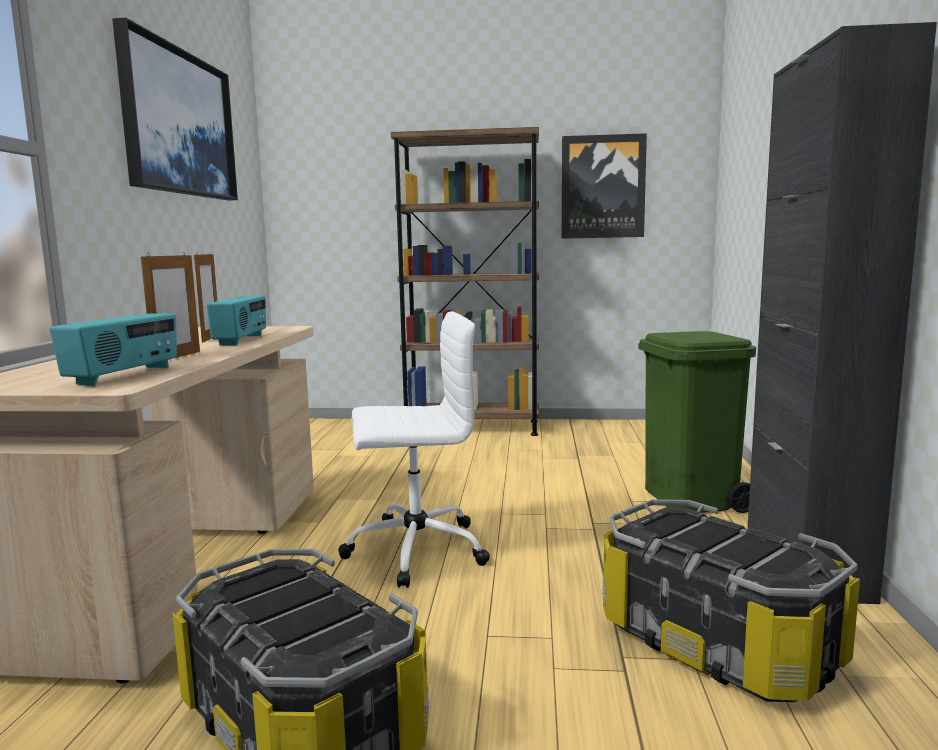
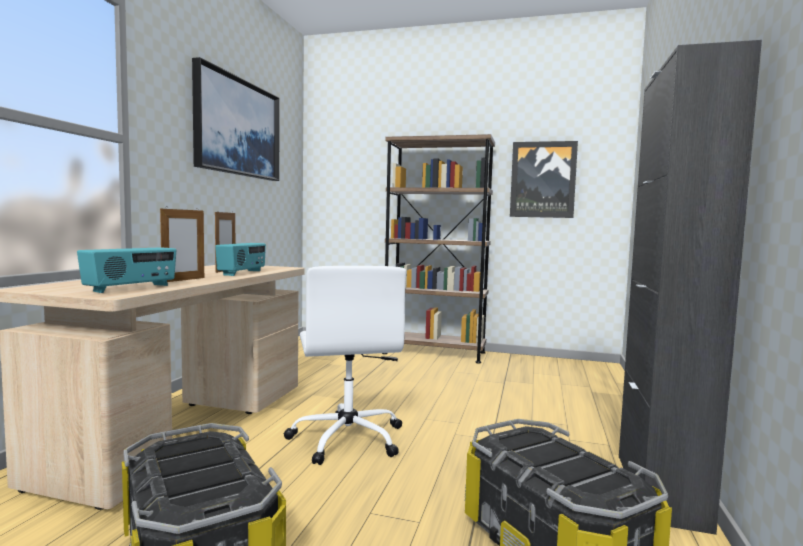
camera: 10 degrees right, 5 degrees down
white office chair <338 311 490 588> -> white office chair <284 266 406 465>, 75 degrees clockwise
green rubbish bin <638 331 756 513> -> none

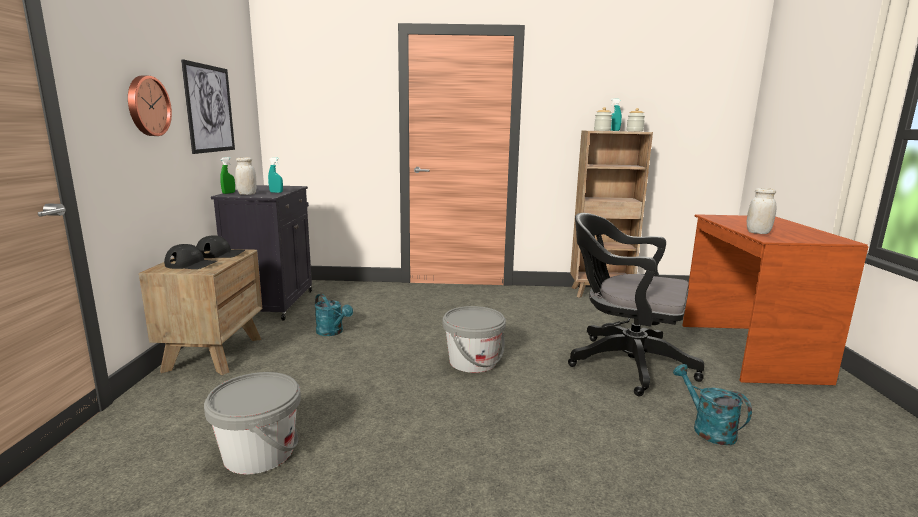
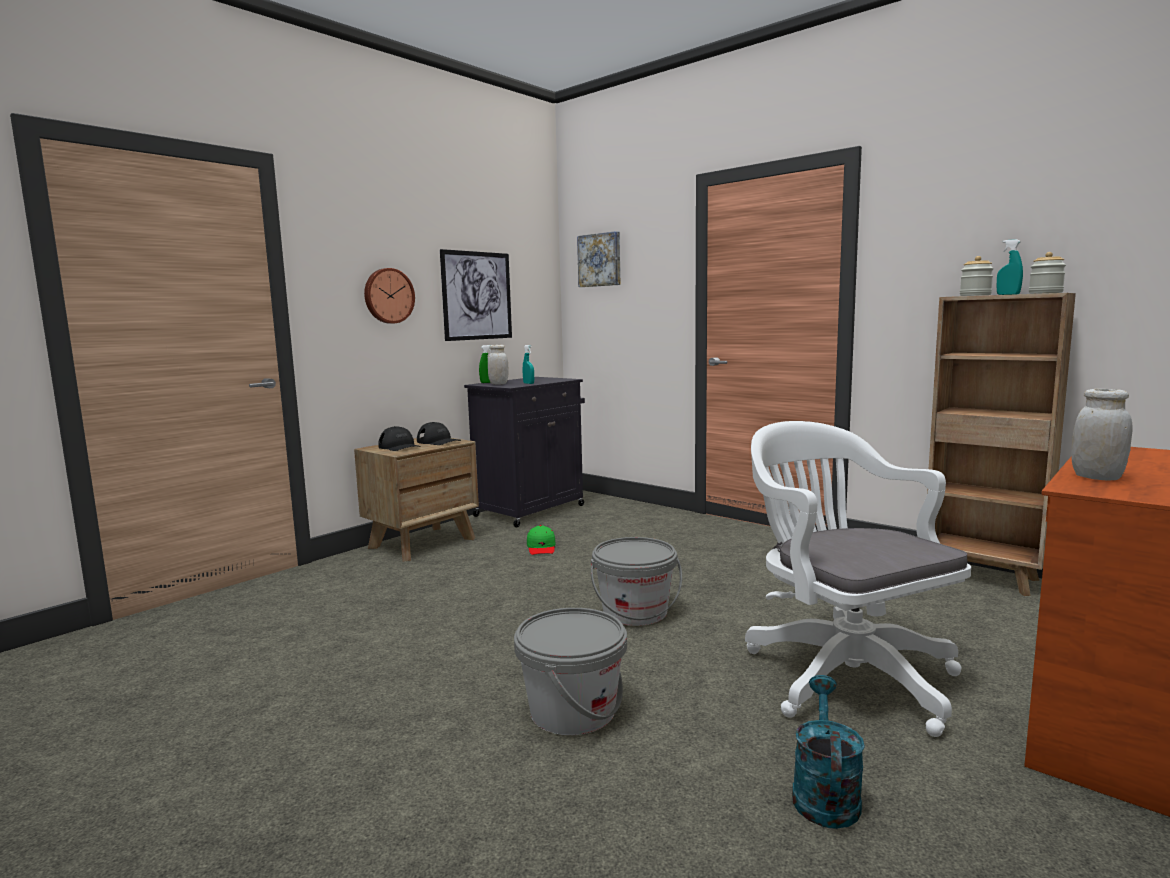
camera: 40 degrees right, 5 degrees down
grey bucket <204 372 301 474> -> grey bucket <514 608 627 735>, relocated
blue-green sprinkling can <315 294 353 336> -> green baseball cap <527 525 556 555>
black office chair <568 213 704 396> -> white office chair <745 421 971 737>
none -> wall art <577 231 620 287>

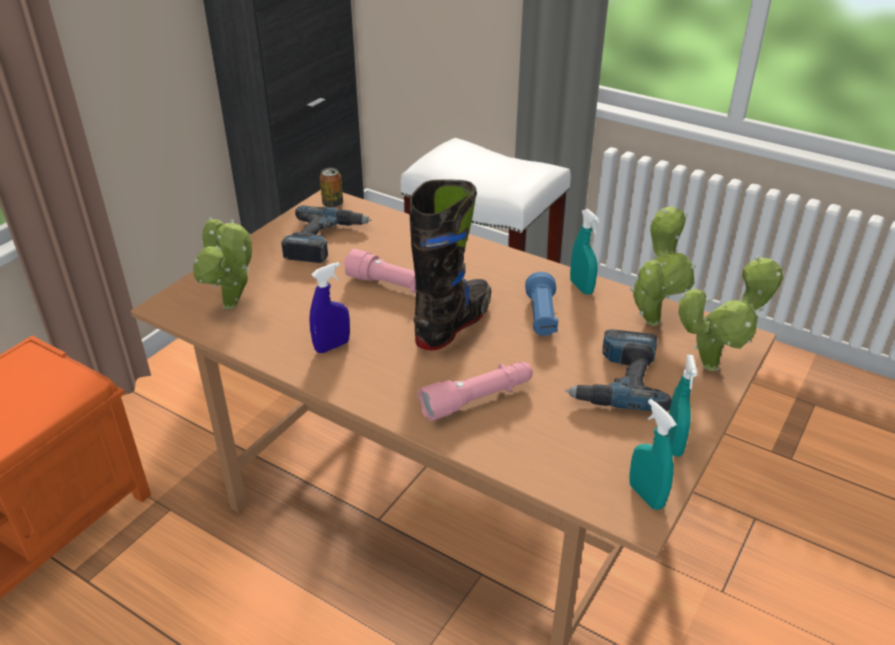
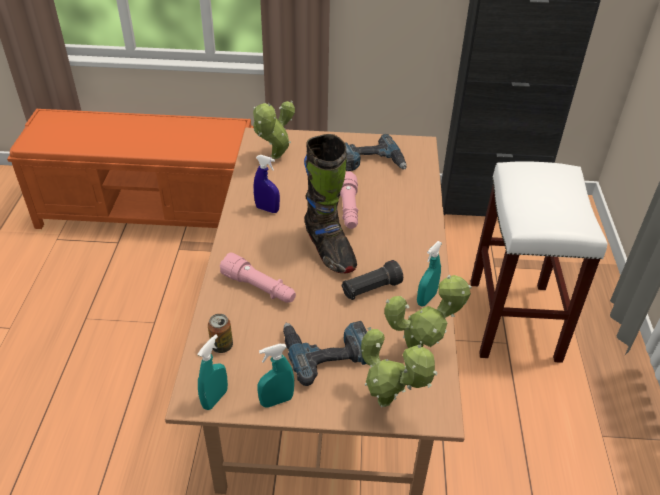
camera: 60 degrees right, 5 degrees up
sealed can <320 168 343 208> -> sealed can <208 314 233 353>, relocated
black high-top boot <409 179 491 350> -> black high-top boot <304 134 357 273>, 60 degrees clockwise
blue-coloured torch <525 272 559 336> -> black torch <341 260 403 300>

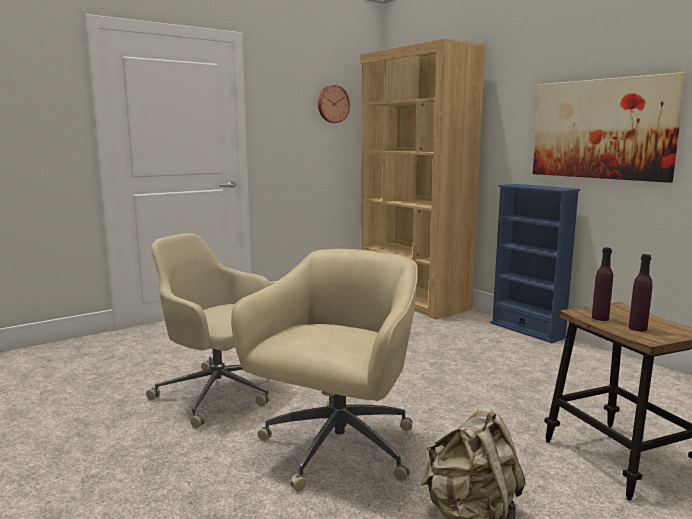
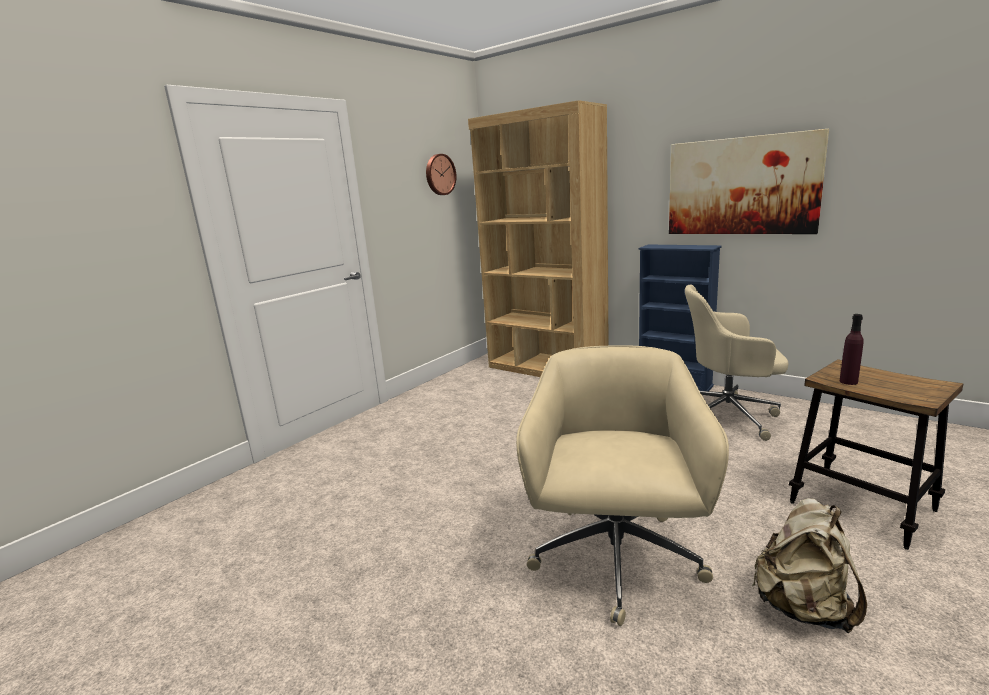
camera: 15 degrees left, 5 degrees up
beige-coloured office chair <146 233 270 428> -> beige-coloured office chair <685 284 788 441>, relocated
purple bottle <629 254 652 332> -> none

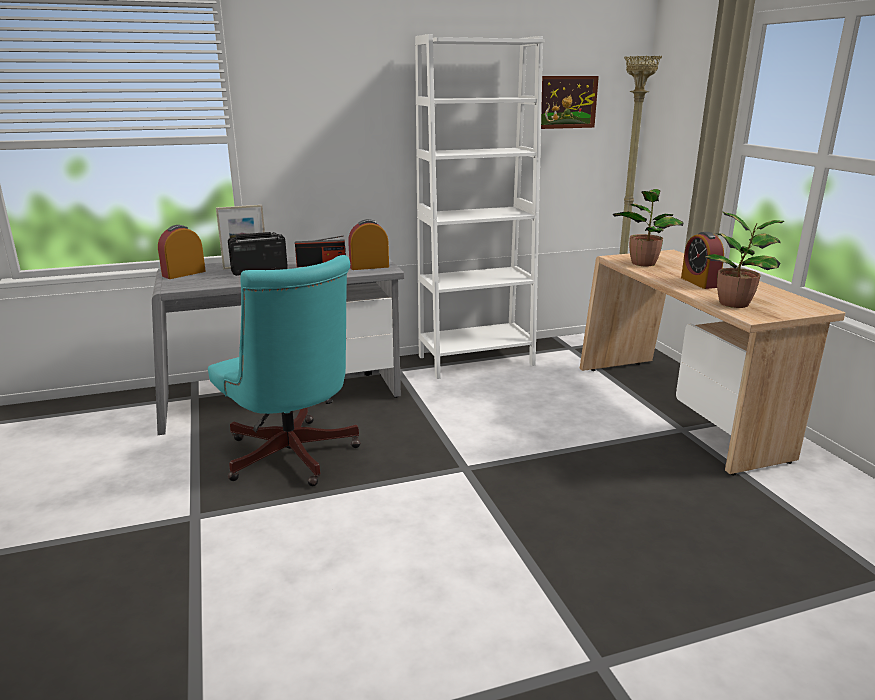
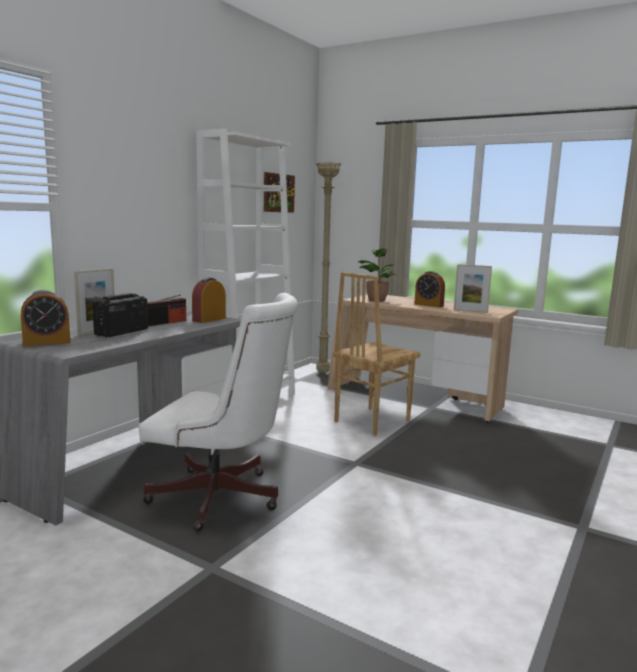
camera: 40 degrees left, 10 degrees down
alarm clock <158 225 206 279> -> alarm clock <21 290 70 346>, 120 degrees counterclockwise
blue-green office chair <208 255 361 487> -> white office chair <139 293 298 531>
houseplant <705 212 784 308> -> standing frame <454 264 492 313>
none -> brown chair <333 272 420 436>

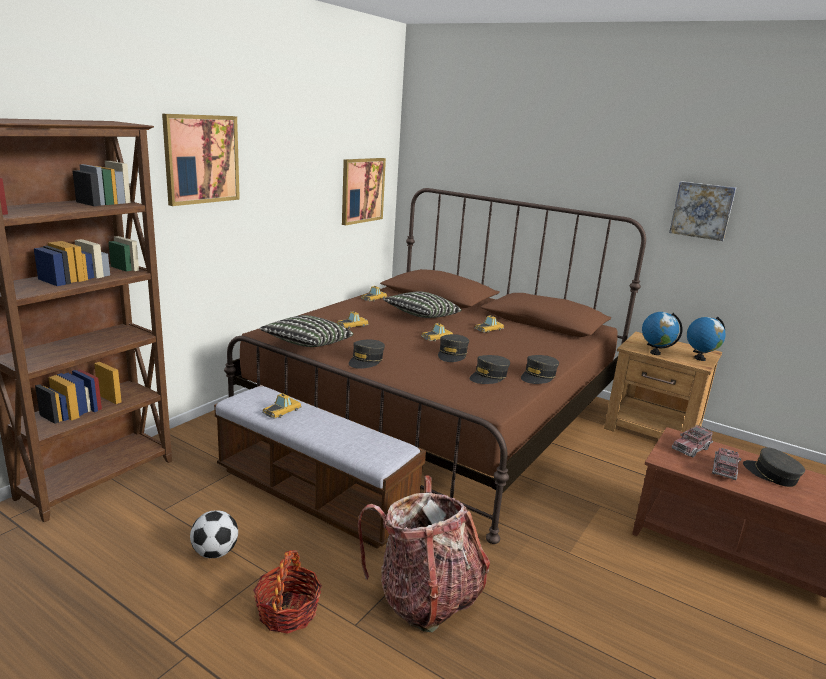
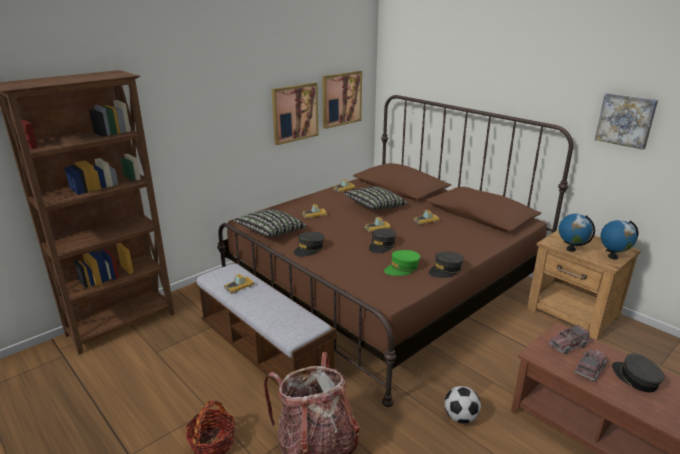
camera: 15 degrees right, 5 degrees up
wall art <162 114 240 206> -> wall art <272 83 319 145>, relocated
ball for football <190 510 238 558> -> ball for football <444 386 481 424>, relocated
grey baseball cap <469 355 510 384> -> green baseball cap <384 250 420 276>

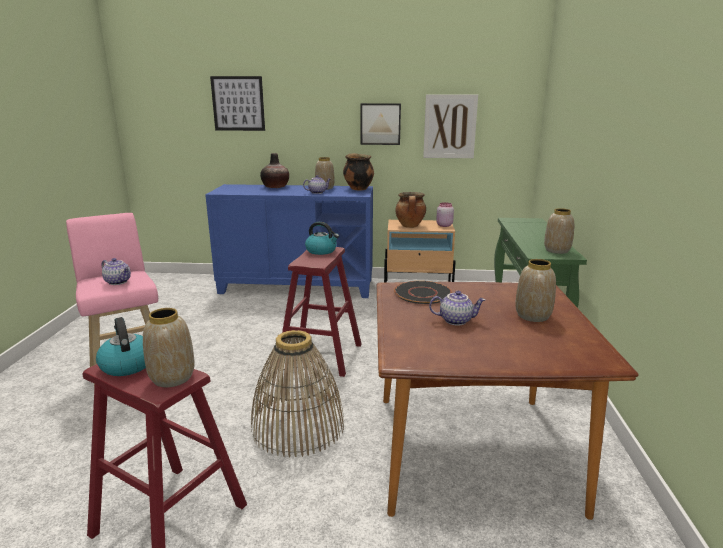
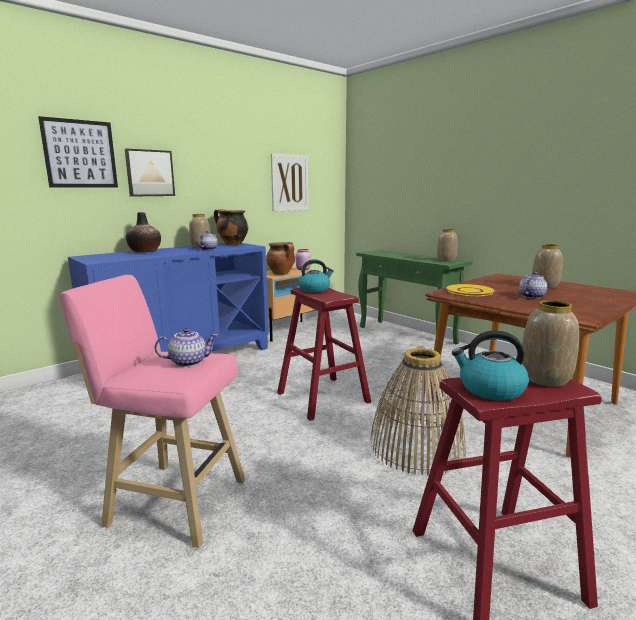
camera: 45 degrees left, 5 degrees down
wall art <361 103 401 145> -> wall art <125 149 175 197>, relocated
black flat dish <394 281 452 304> -> yellow flat dish <445 284 496 296>

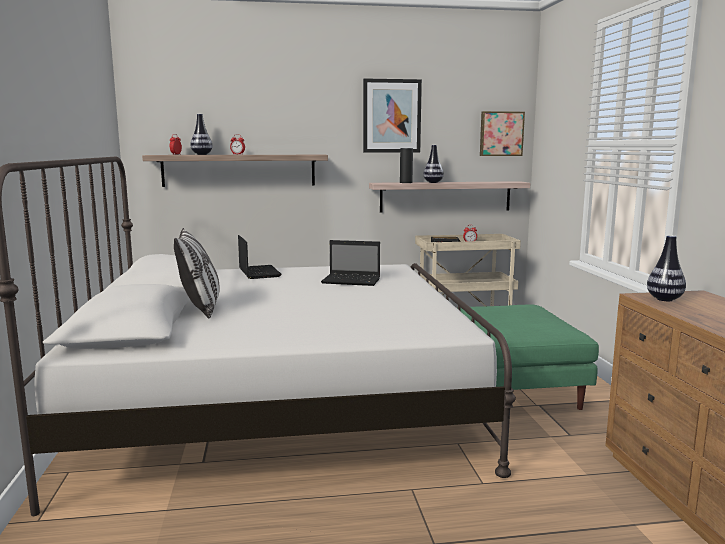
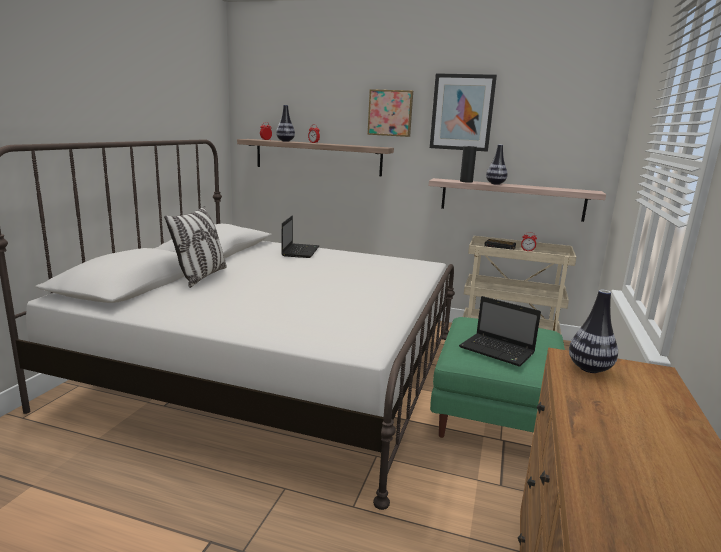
camera: 25 degrees right, 5 degrees up
portable computer <321 240 380 286> -> portable computer <459 296 541 367>, relocated
wall art <480 111 525 156> -> wall art <367 89 413 137>, relocated

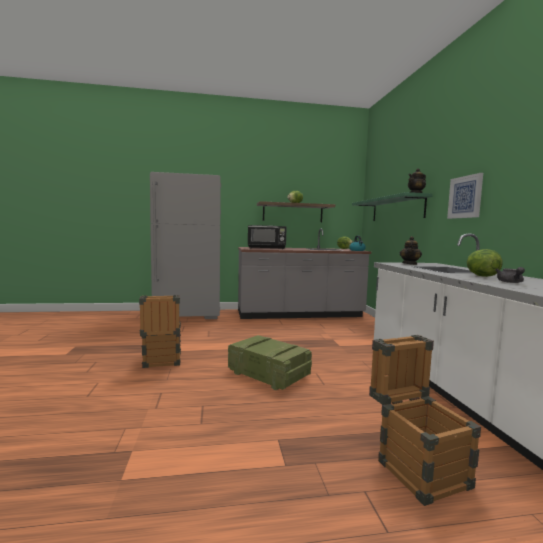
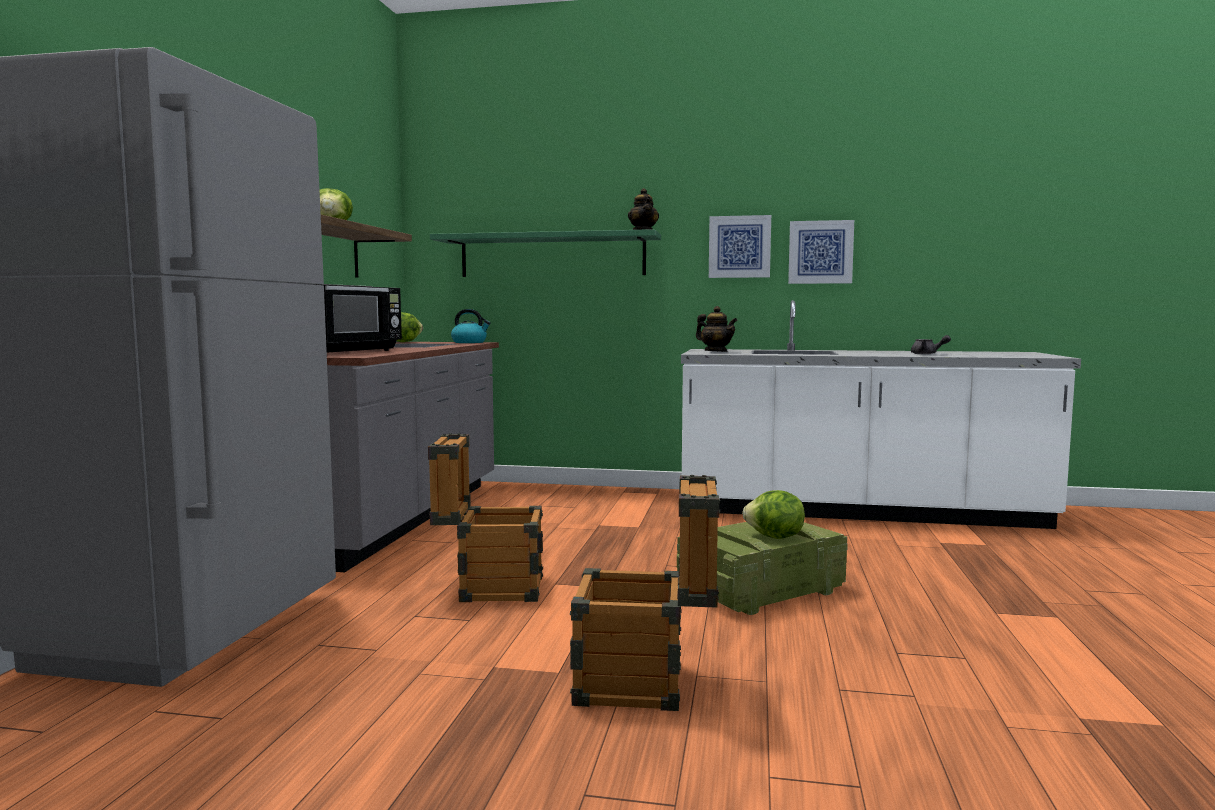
camera: 70 degrees left, 0 degrees up
crate <369 335 481 506> -> crate <428 433 543 602>, relocated
head of lettuce <467 249 503 277> -> head of lettuce <742 490 805 539>, relocated
none -> wall art <788 220 854 284>

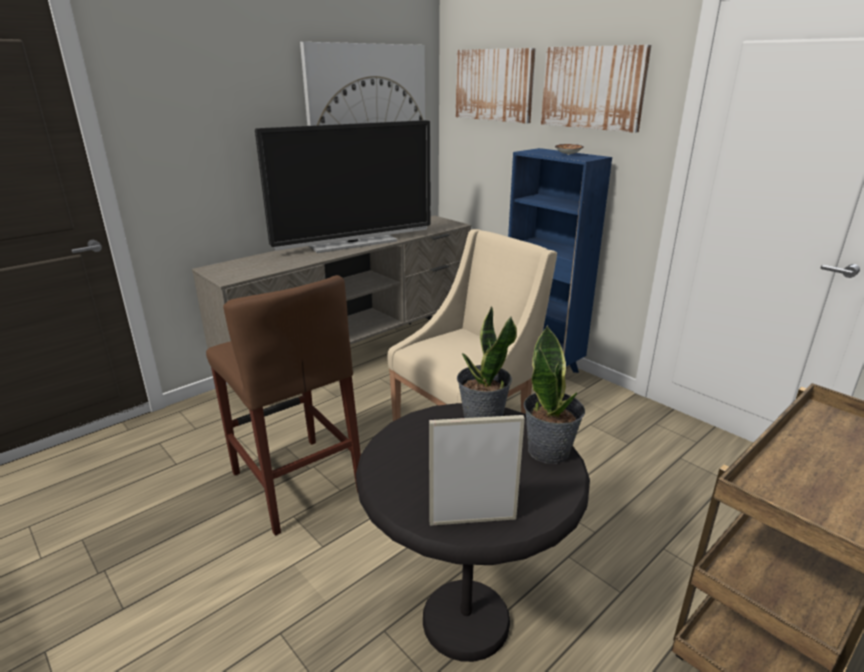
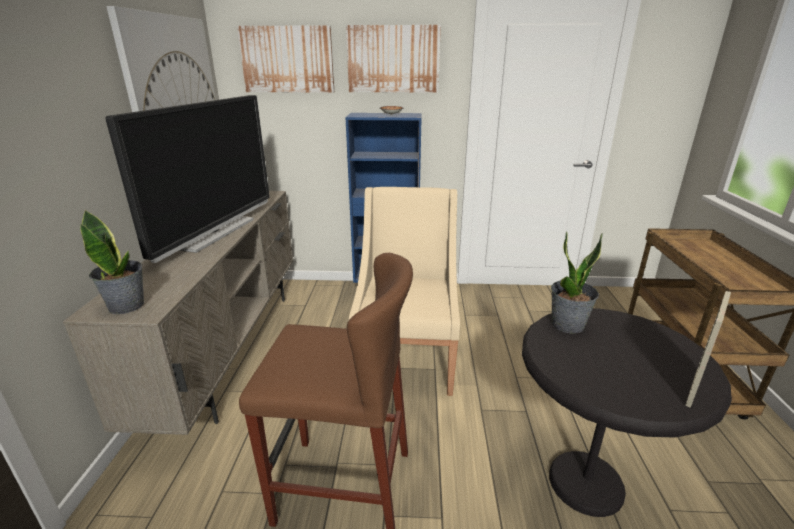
camera: 45 degrees left, 0 degrees up
houseplant <523 325 585 464> -> houseplant <80 210 144 314>, relocated

